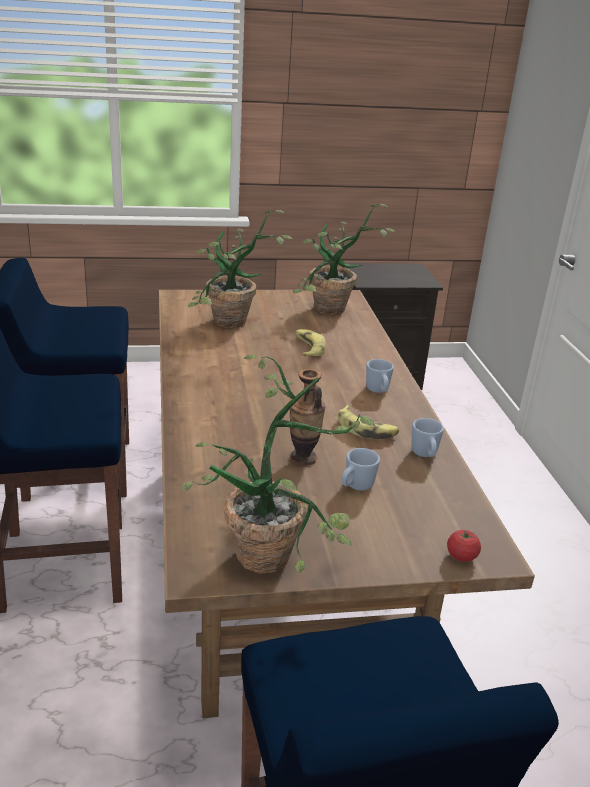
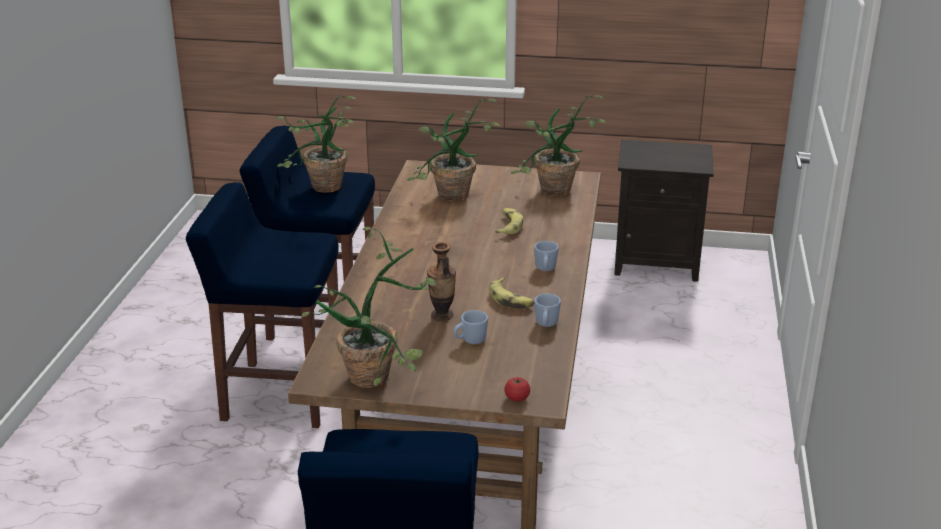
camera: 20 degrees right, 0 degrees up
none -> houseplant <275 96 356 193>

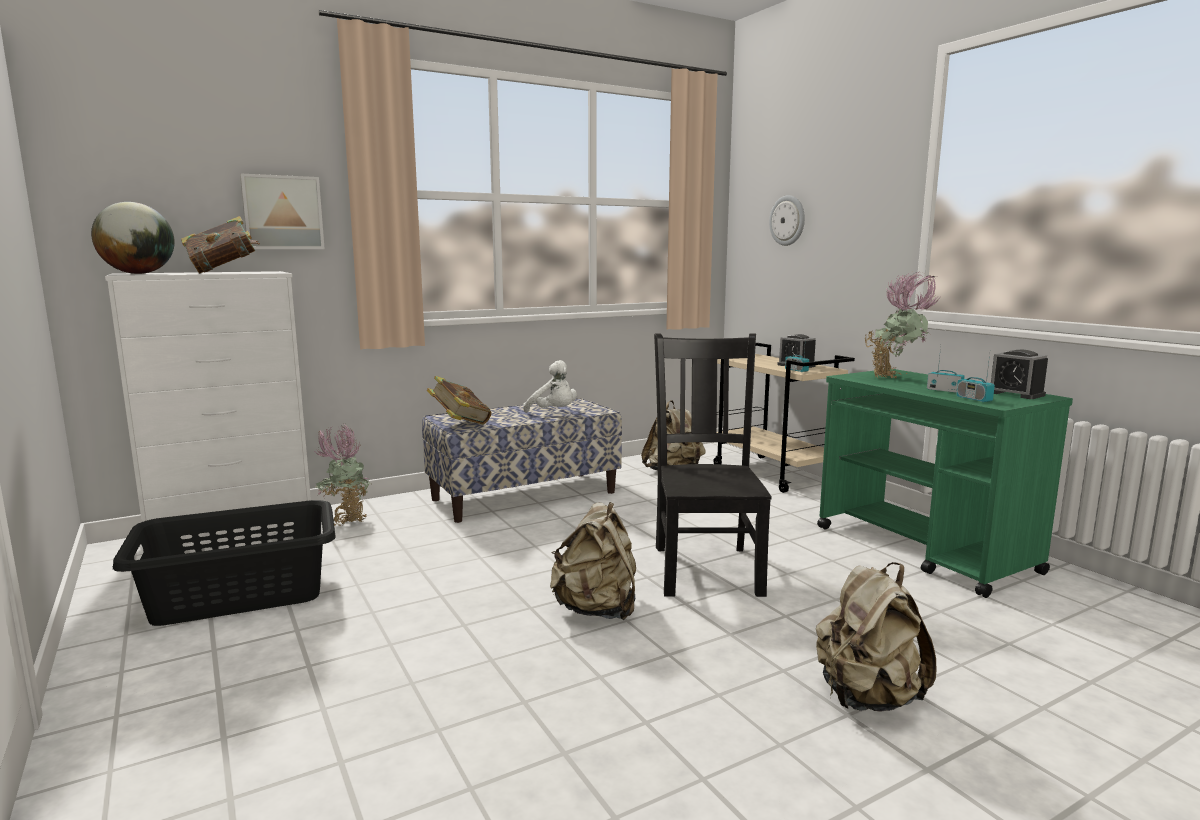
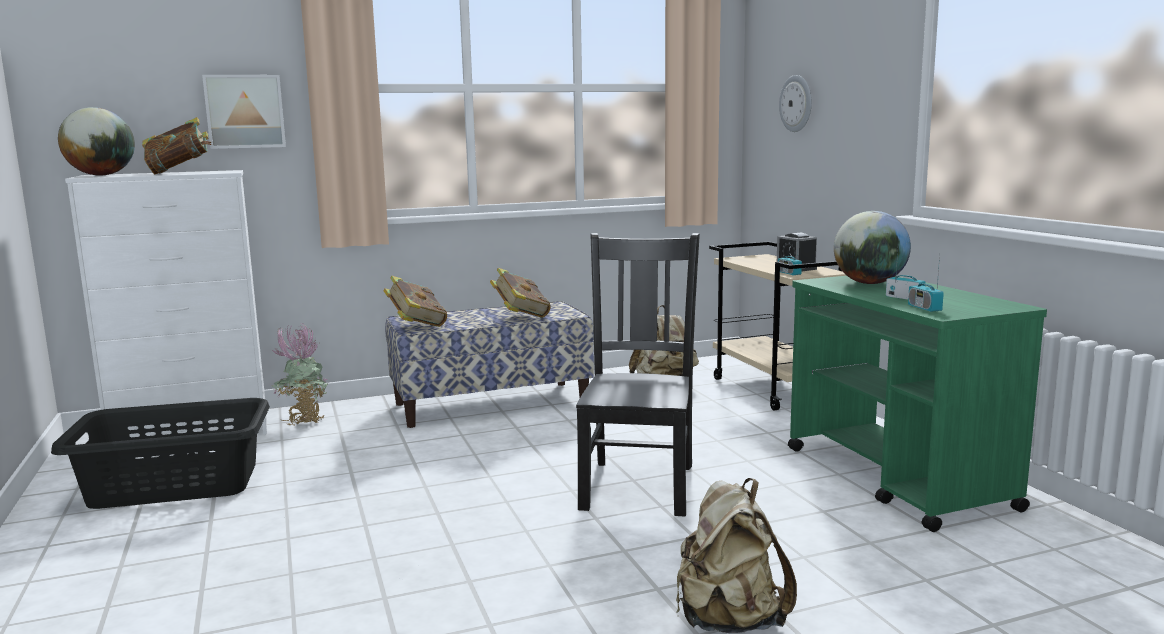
camera: 10 degrees right, 0 degrees up
white soft toy <523 360 577 413> -> book <490 268 551 318>
beige-coloured rucksack <550 502 636 620> -> none
houseplant <865 271 939 378> -> world globe <834 211 911 284>
alarm clock <991 350 1048 399> -> none

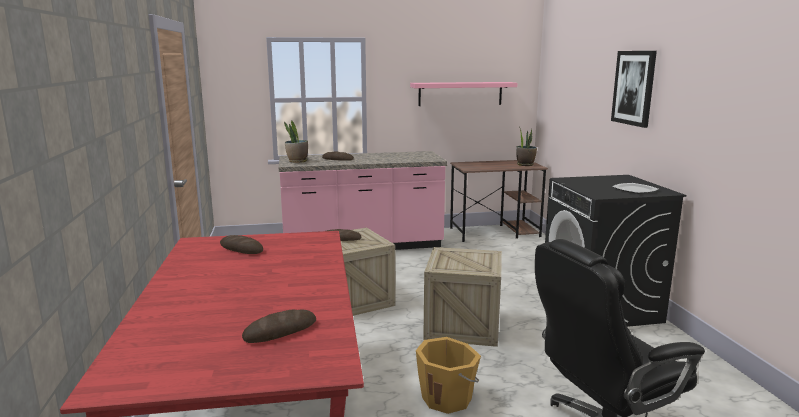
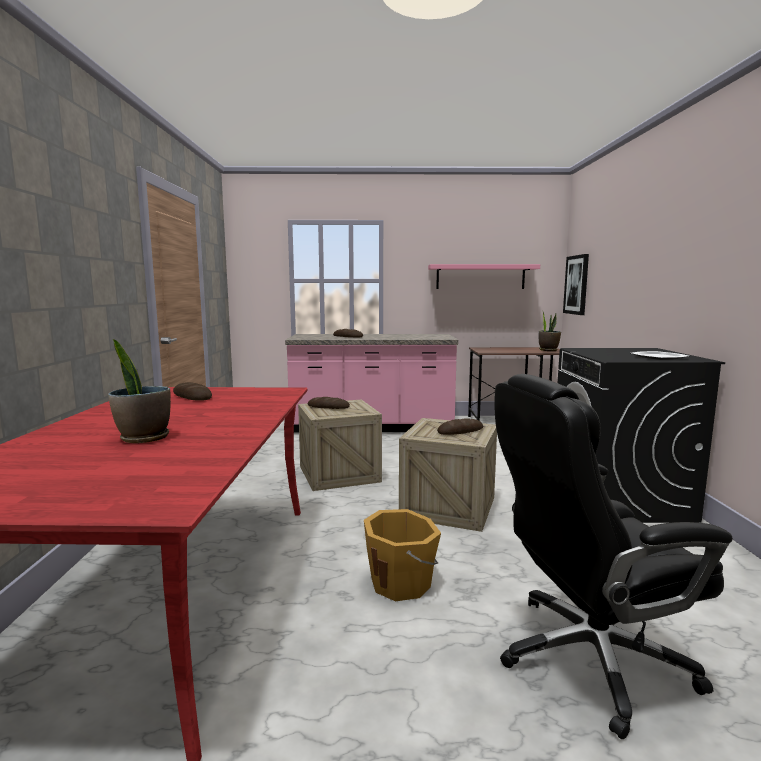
camera: 10 degrees right, 5 degrees down
baked bread <242 310 316 343> -> baked bread <437 418 483 435>, relocated
houseplant <284 120 308 163> -> houseplant <108 339 171 443>, relocated
wall art <611 51 657 128> -> wall art <563 254 589 315>, relocated

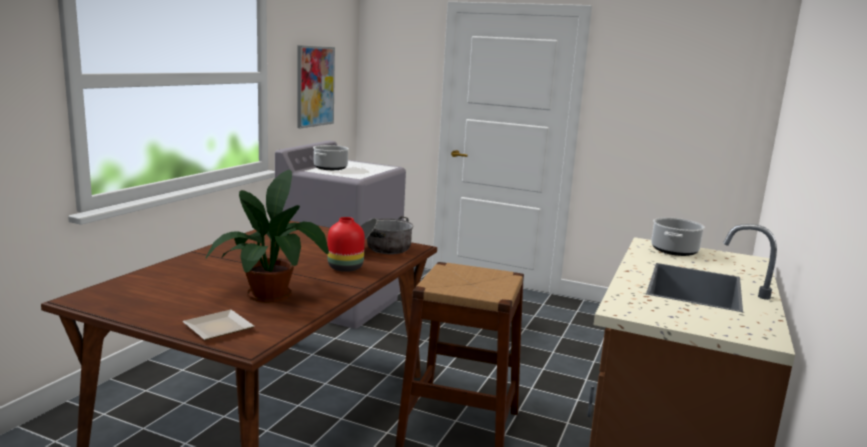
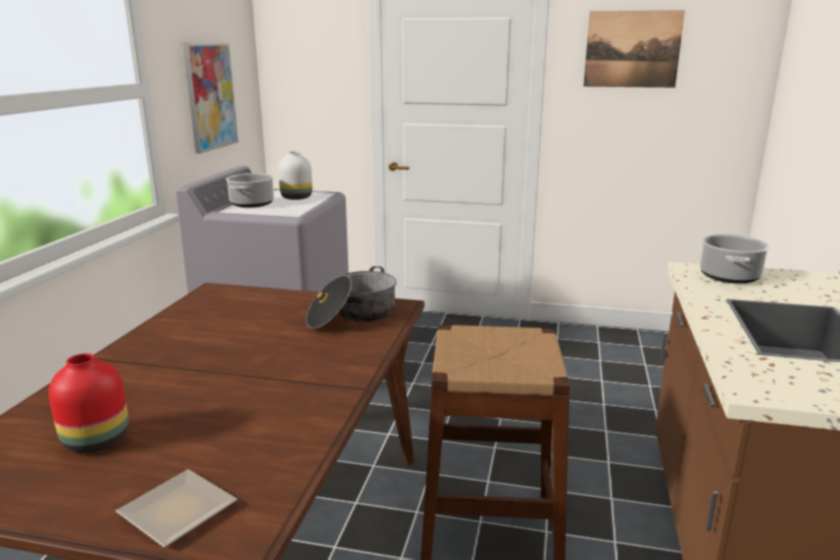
camera: 10 degrees left, 5 degrees up
houseplant <206 170 329 302> -> none
reddish flower vase <327 217 365 272> -> reddish flower vase <49 353 129 453>, relocated
none -> white flower vase <278 151 312 200>
none -> wall art <583 10 685 88>

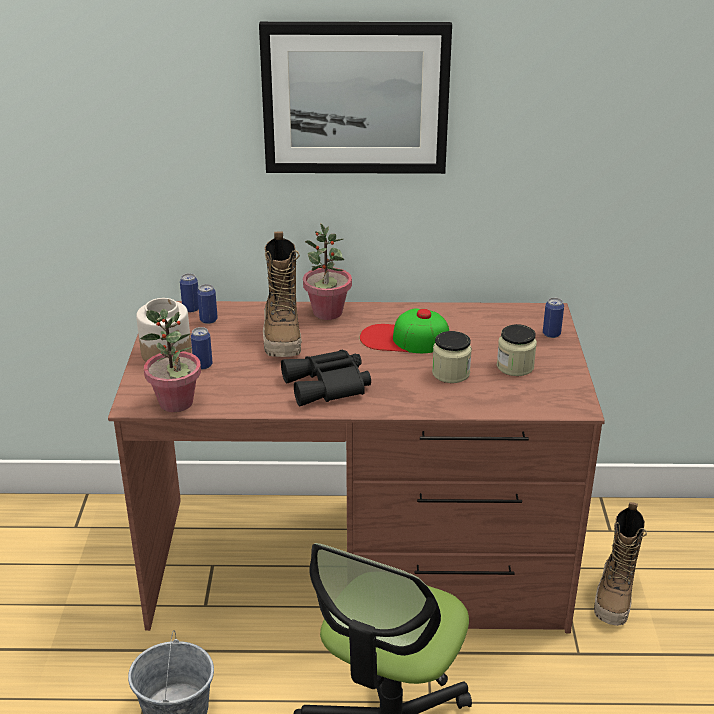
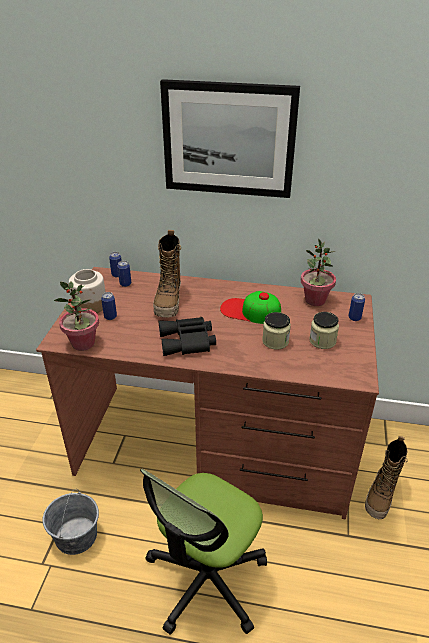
camera: 10 degrees right, 5 degrees up
houseplant <303 223 352 320> -> houseplant <301 238 336 306>, relocated

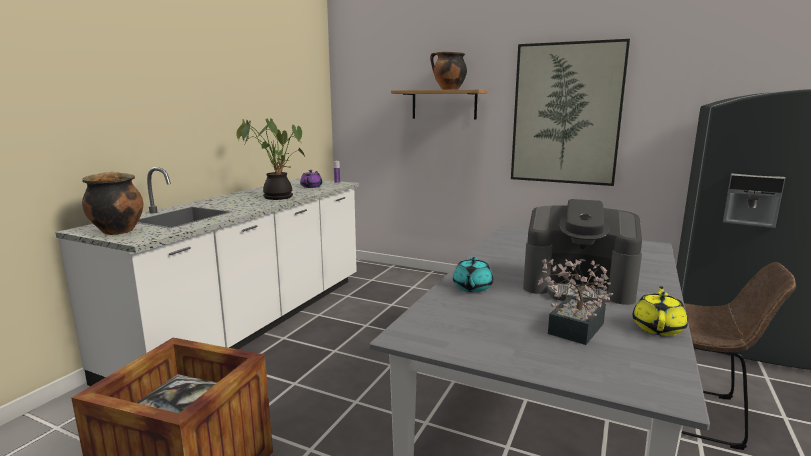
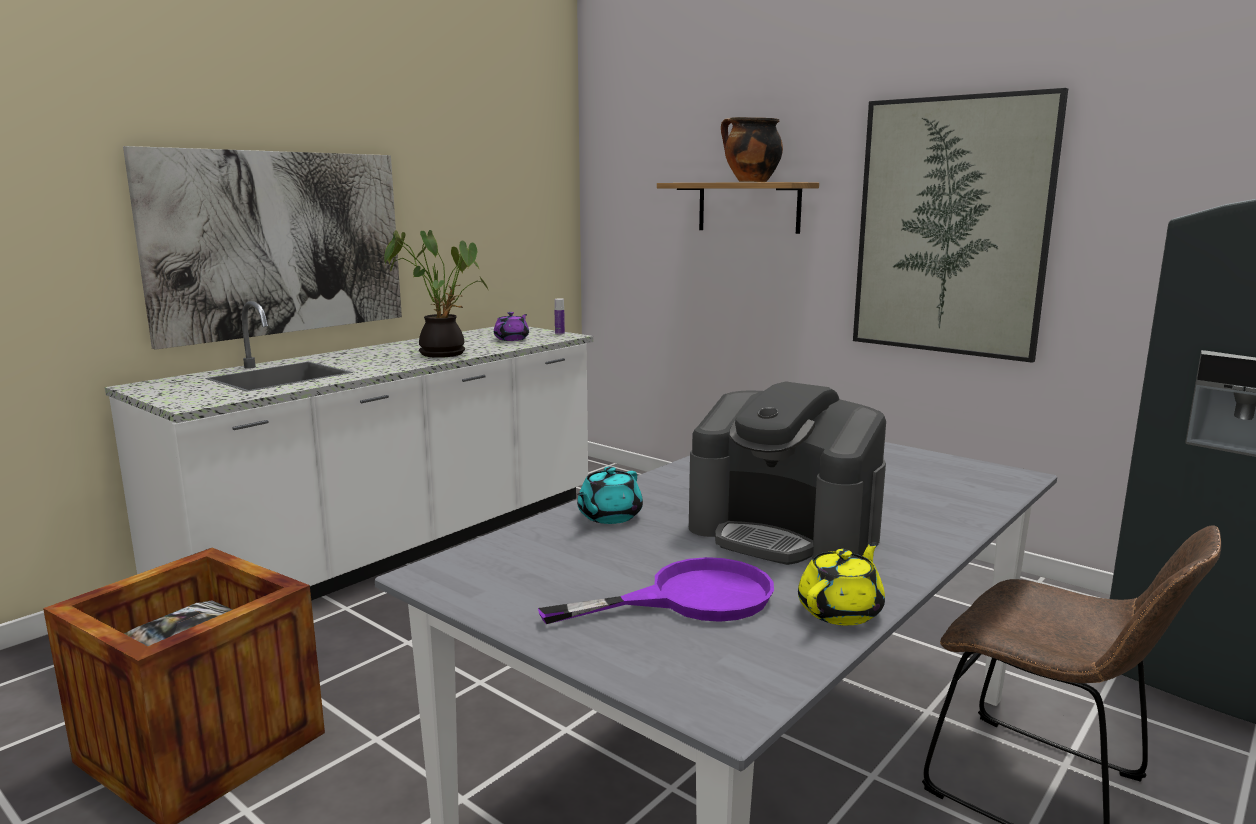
camera: 15 degrees right, 0 degrees up
stockpot <82 172 143 235> -> none
houseplant <538 259 614 345> -> purple frying pan <538 557 774 624>
none -> wall art <123 146 402 350>

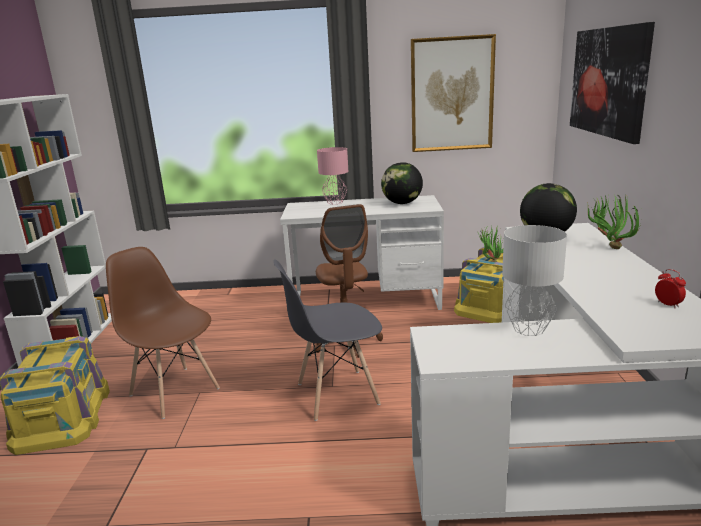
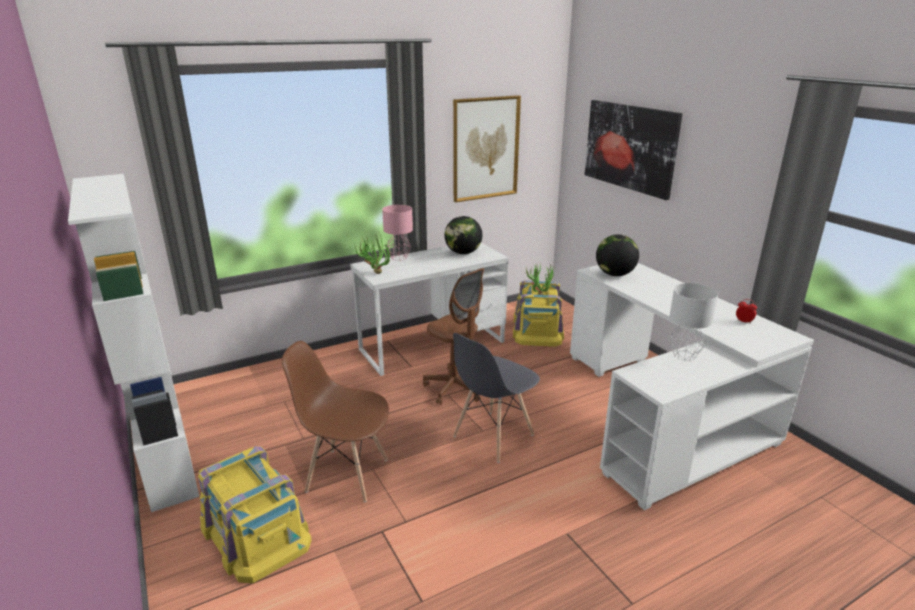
camera: 30 degrees left, 5 degrees up
houseplant <587 194 642 249> -> houseplant <354 234 391 274>, relocated

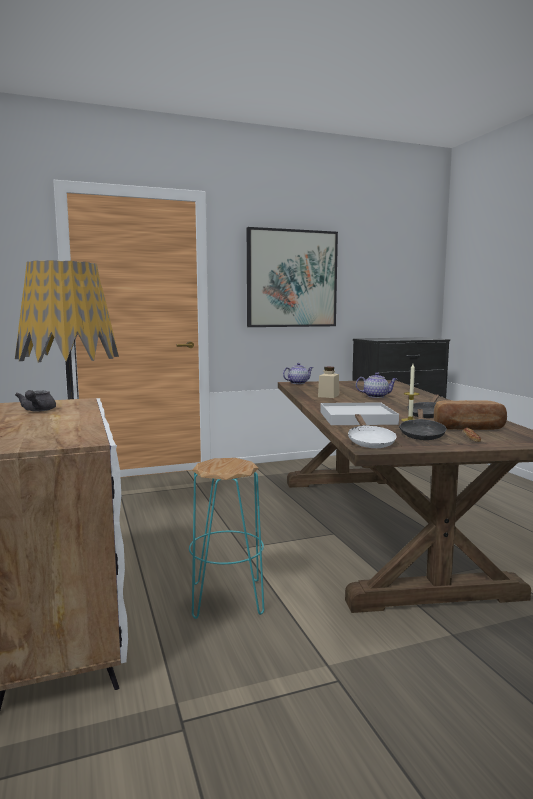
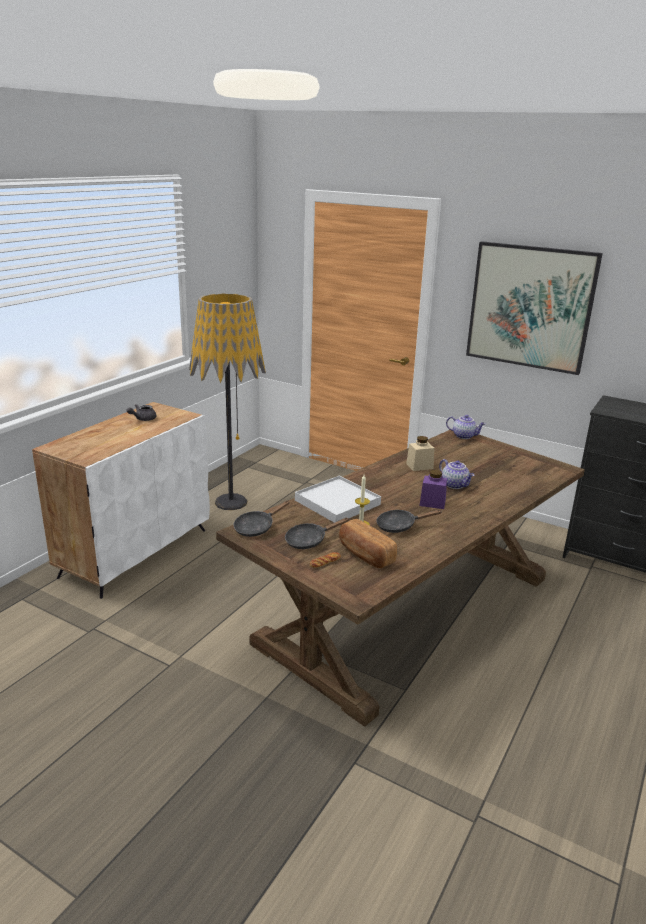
camera: 50 degrees right, 15 degrees up
blue-green stool <189 458 264 619> -> none
white frying pan <348 414 396 448> -> black frying pan <234 501 290 537>
none -> purple preserve jar <419 470 447 509>

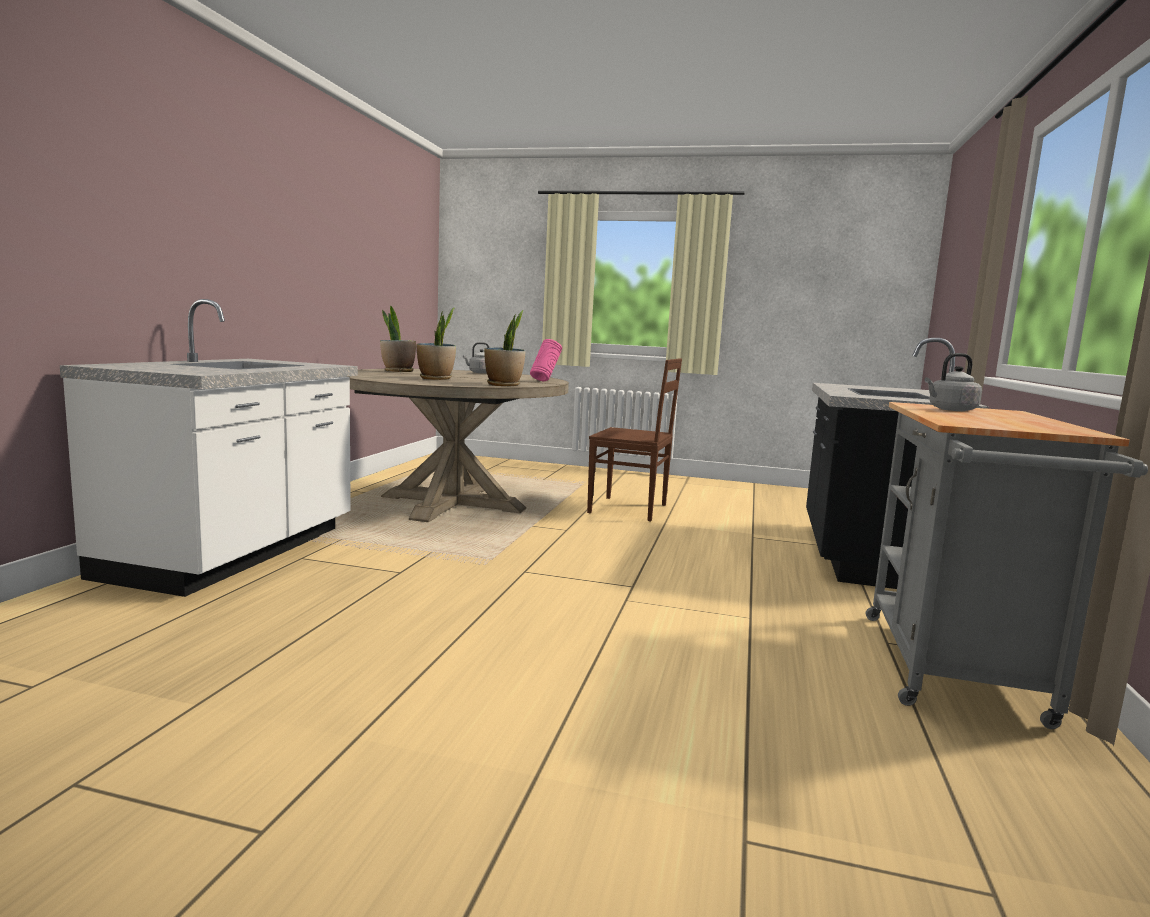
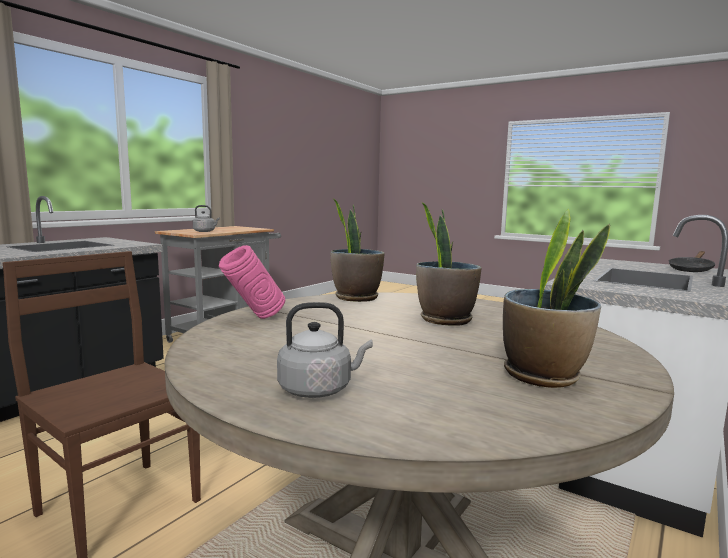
camera: 160 degrees left, 0 degrees up
none -> black frying pan <669 251 715 272>

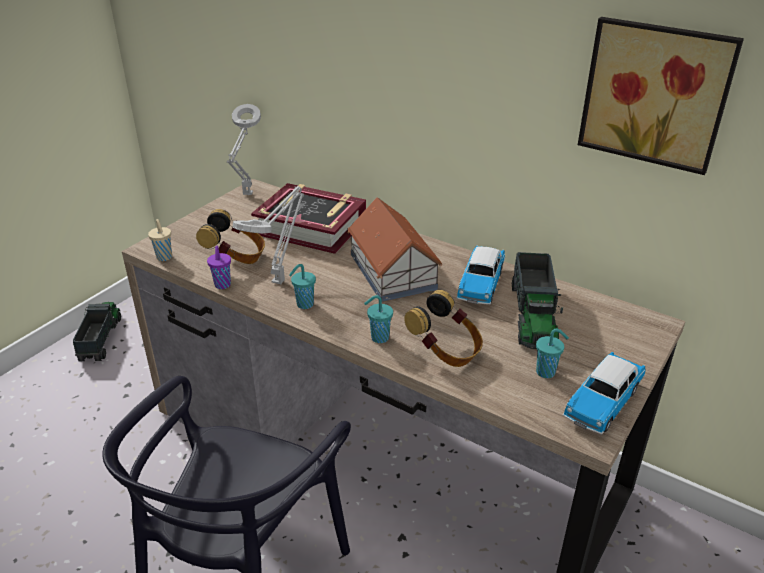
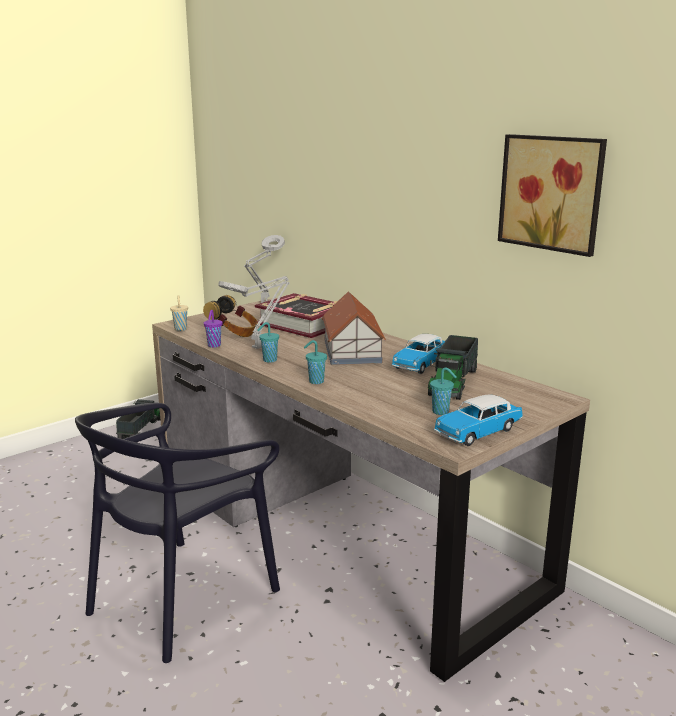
camera: 15 degrees right, 15 degrees down
headphones <404 290 483 367> -> none

